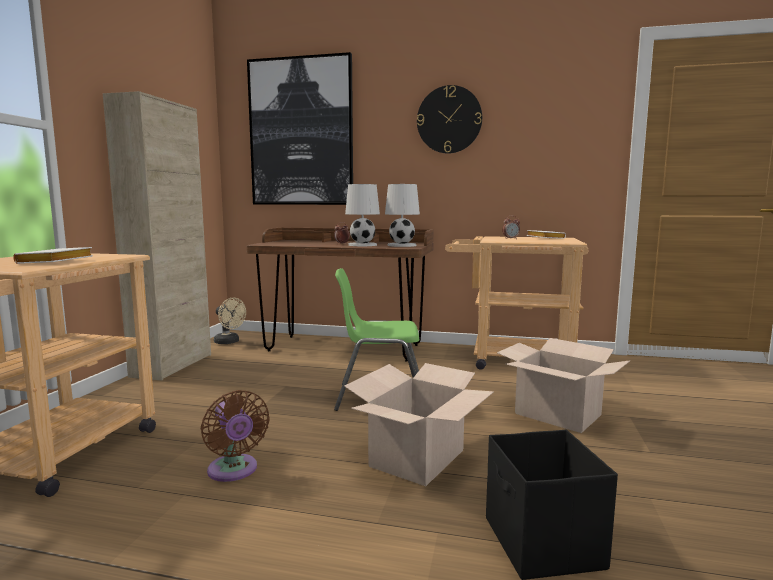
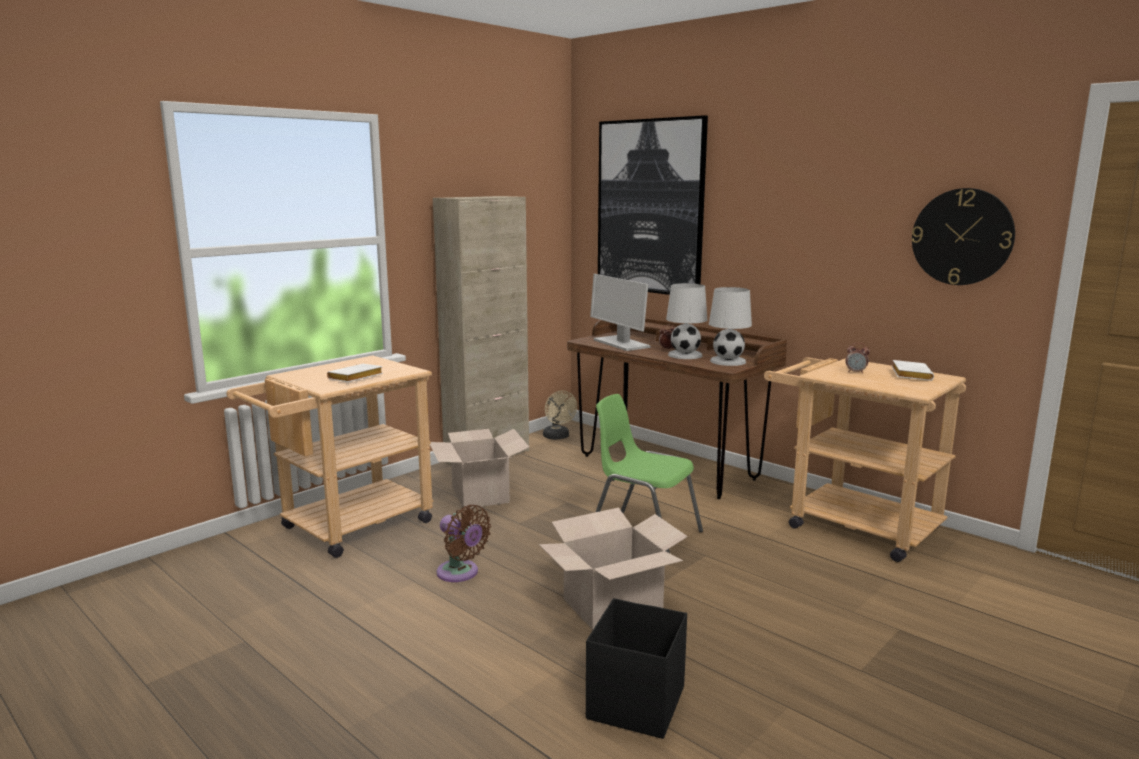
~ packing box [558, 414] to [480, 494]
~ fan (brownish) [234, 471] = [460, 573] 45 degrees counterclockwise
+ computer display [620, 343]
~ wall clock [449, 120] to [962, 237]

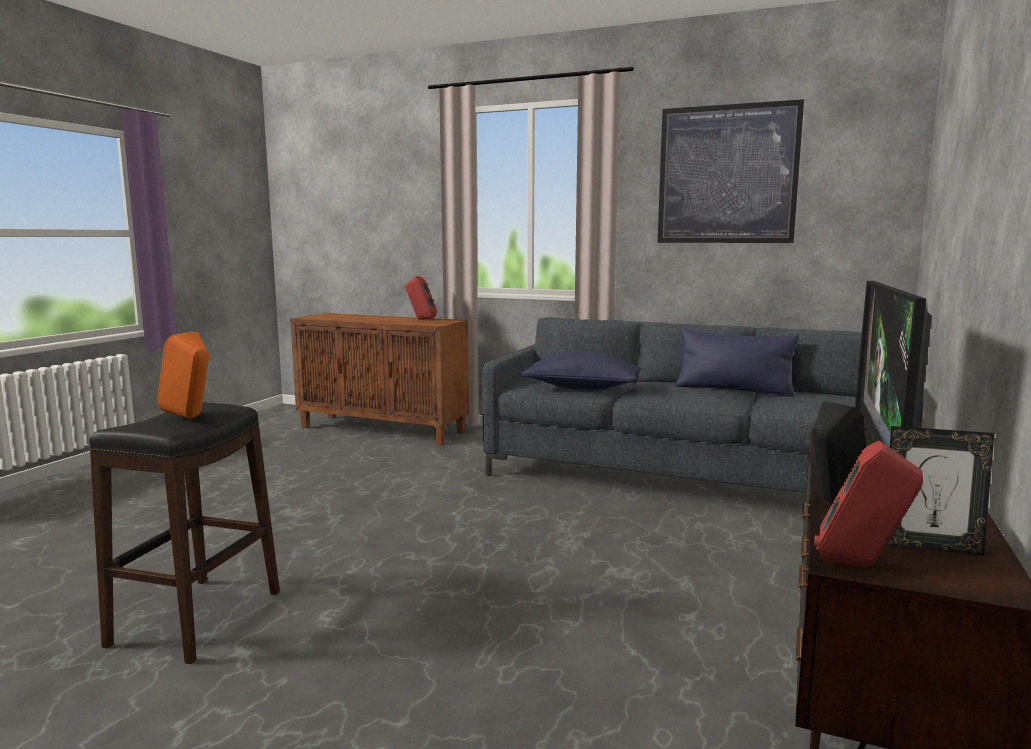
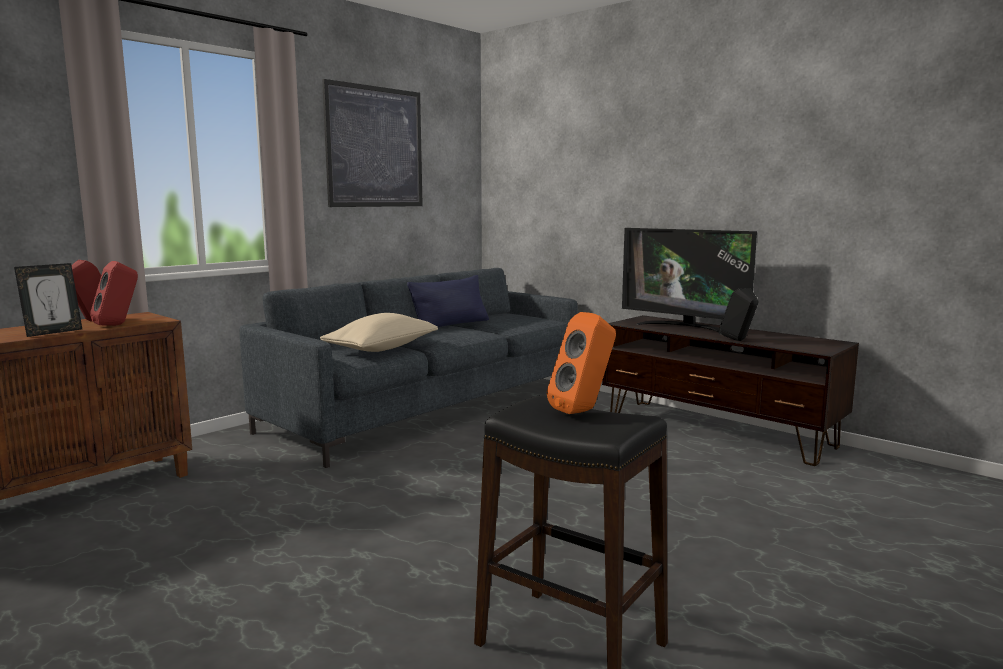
~ standing frame [930, 547] to [53, 332]
~ speaker (reddish) [861, 565] to [118, 325]
~ cushion (bluish) [582, 388] to cushion (beige) [381, 349]

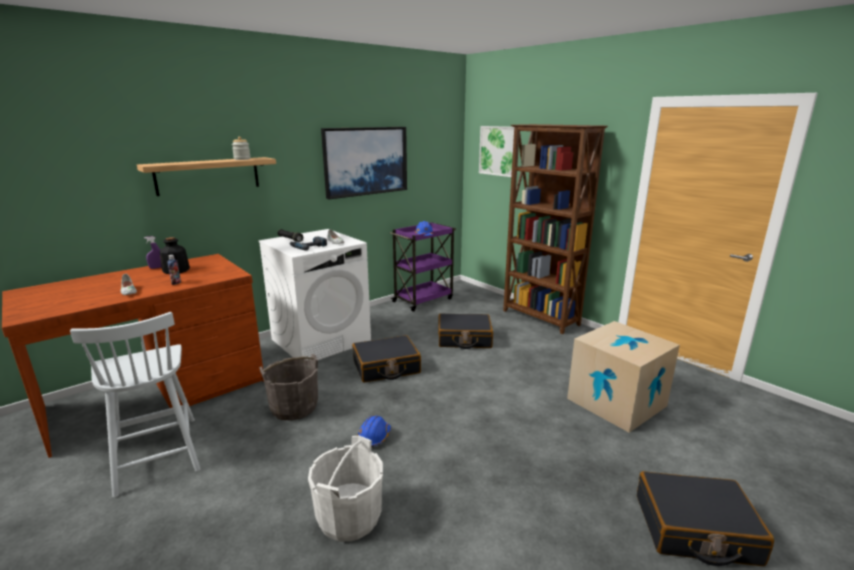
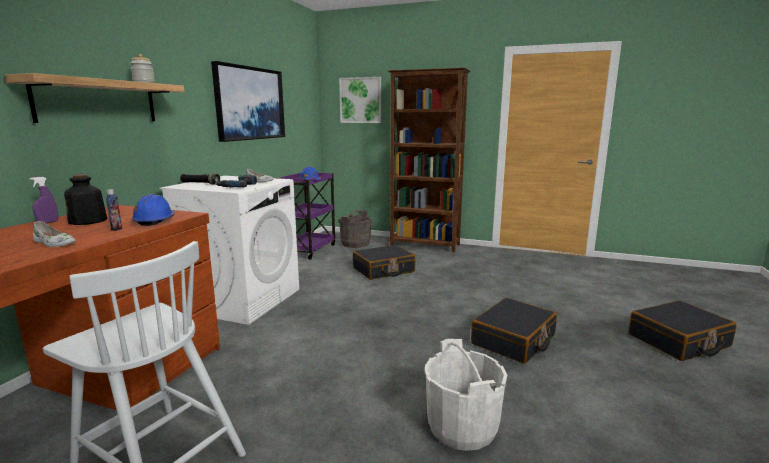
~ safety helmet (bluish) [374, 437] to [155, 221]
~ water bucket (greyish) [294, 407] to [355, 243]
~ travel case (black-coloured) [386, 367] to [514, 340]
- packing box [616, 402]

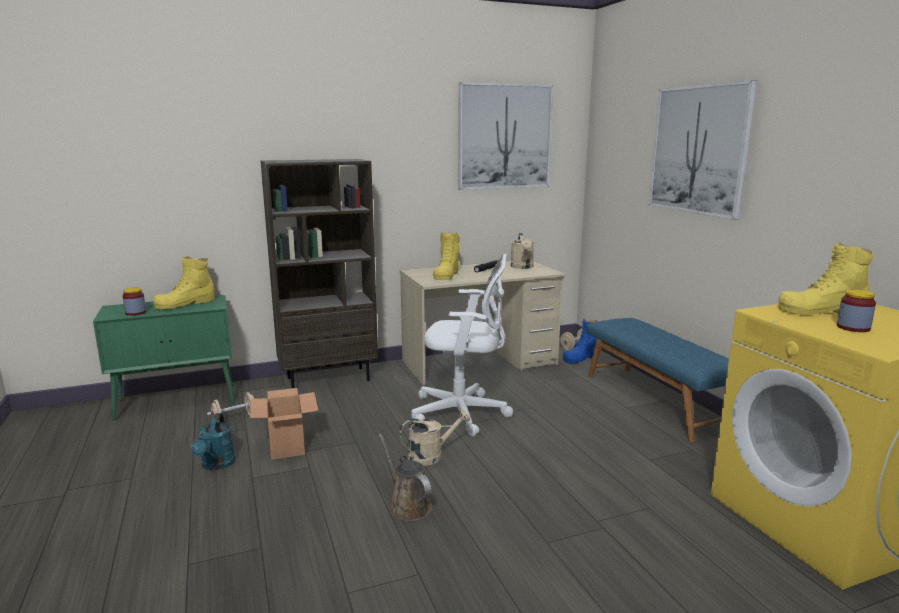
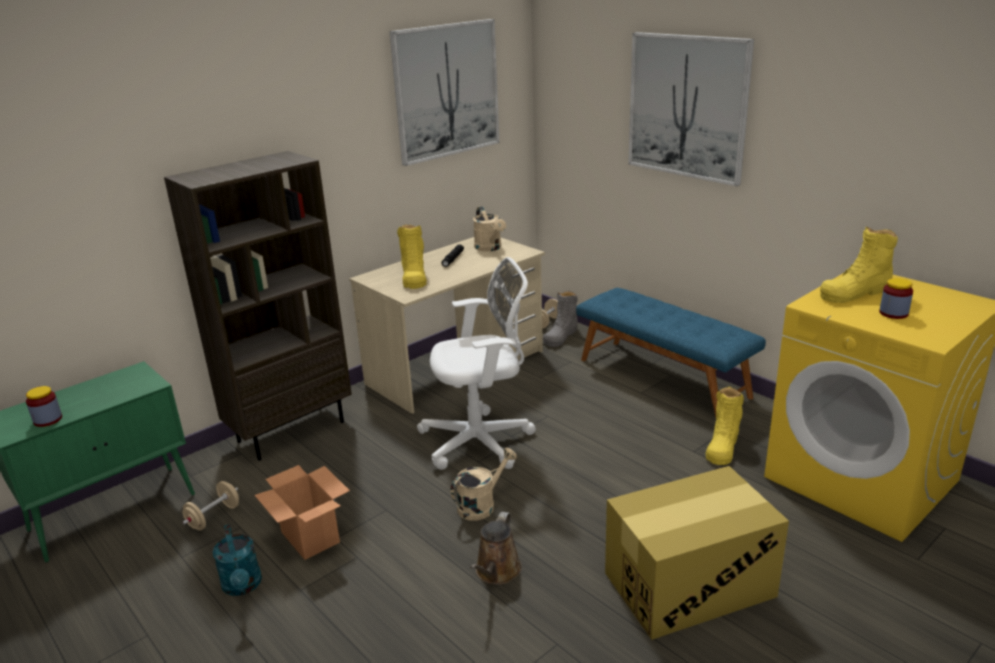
~ sprinkling can (brownish) [407, 505] = [496, 572] 105 degrees counterclockwise
~ tall boot (bluish) [581, 357] to tall boot (greyish) [561, 336]
+ packing box [689, 584]
~ tall boot (yellow-coloured) [185, 303] to [722, 446]

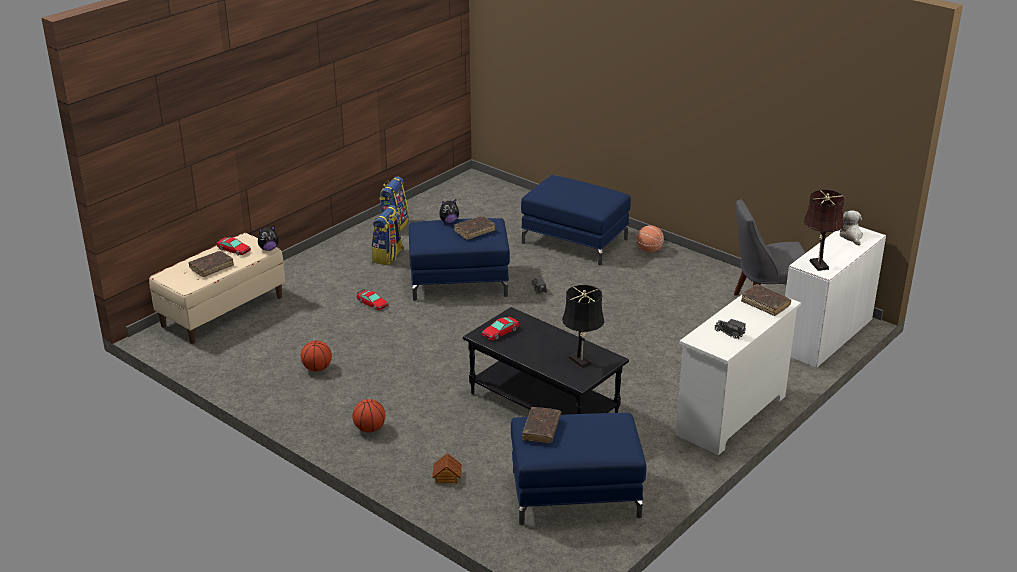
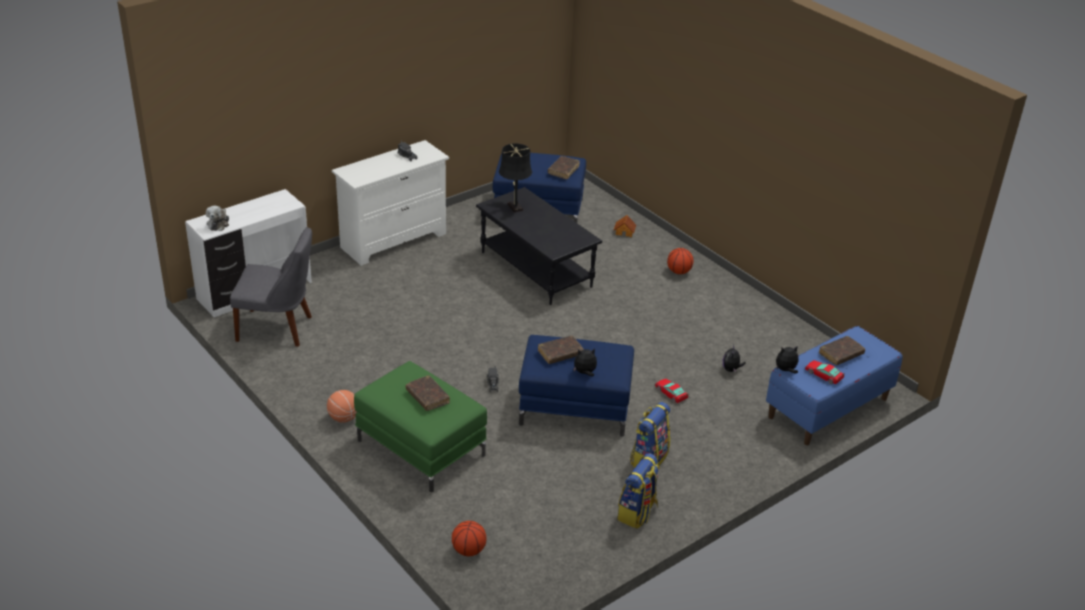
~ pouffe (bluish) [574, 241] to pouffe (greenish) [421, 447]
~ bound book (brownish) [765, 304] to [427, 397]
~ basketball ball [317, 368] to [468, 550]
+ plush toy [731, 369]
~ indoor bench (beige) [222, 311] to indoor bench (bluish) [828, 408]
- miniature car [500, 332]
- lamp for a table (brownish) [818, 264]

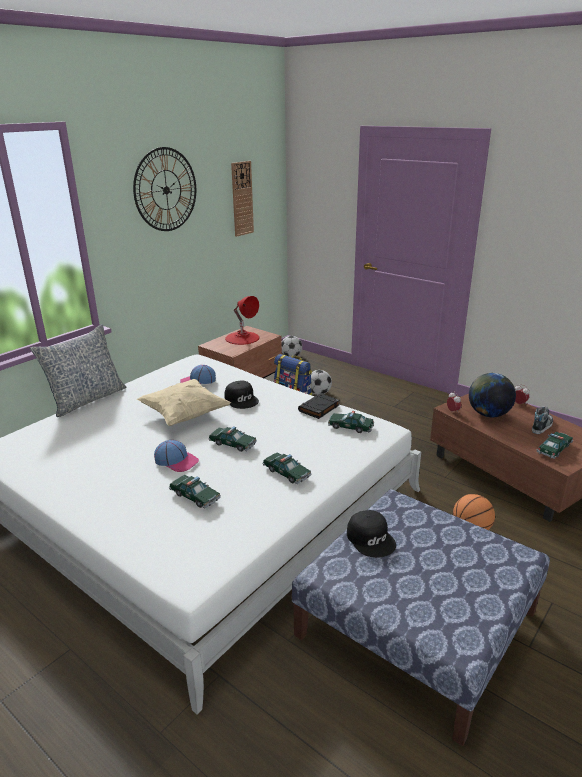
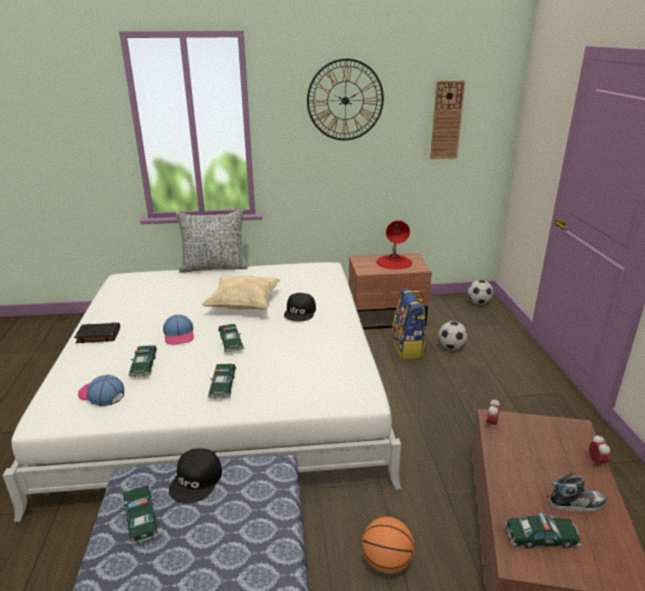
~ bound book (black-coloured) [319, 408] to [98, 335]
~ cap [198, 381] to [101, 394]
~ miniature car [350, 427] to [141, 519]
- globe [488, 414]

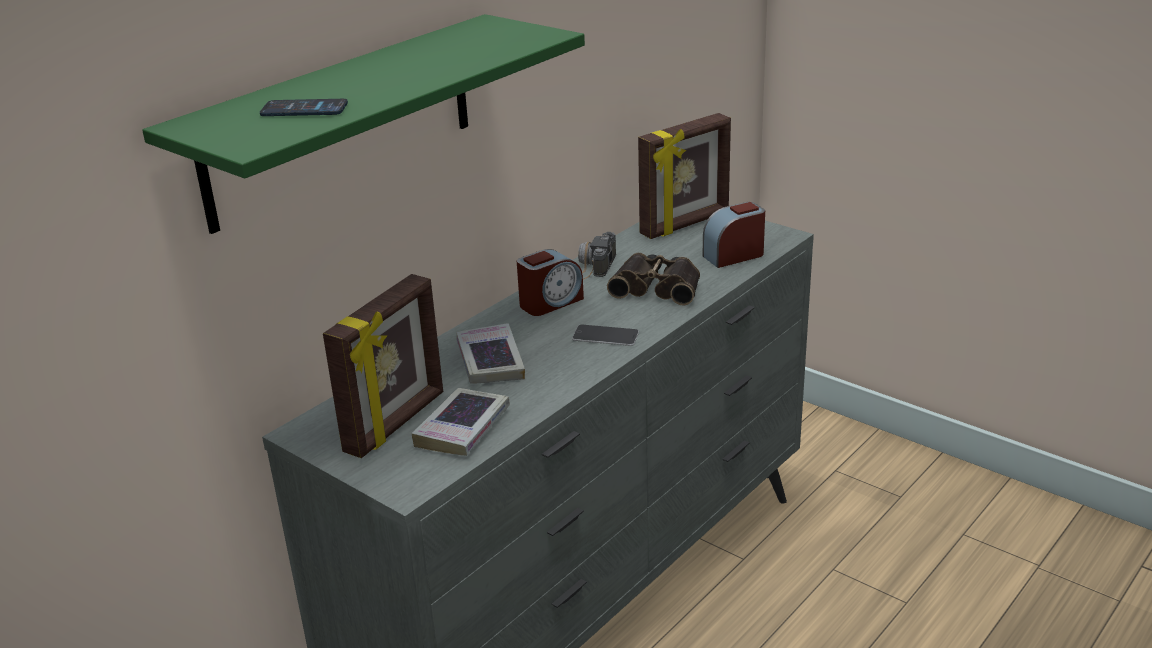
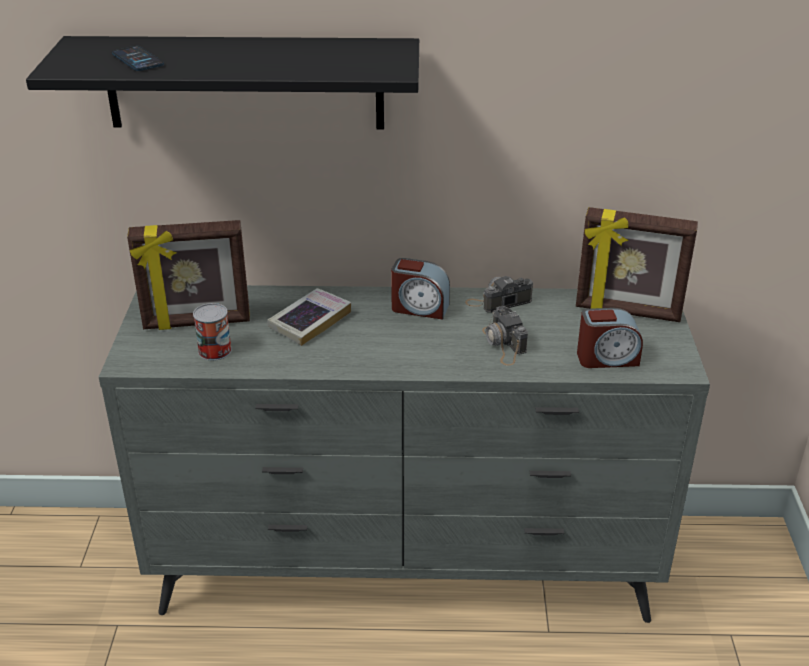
~ wall shelf (greenish) [341, 120] to wall shelf (black-coloured) [244, 83]
~ bound book [463, 428] to metal can [215, 350]
~ binoculars [657, 287] to photo camera [503, 344]
~ alarm clock [734, 255] = [607, 358] 150 degrees clockwise
- handset [605, 336]

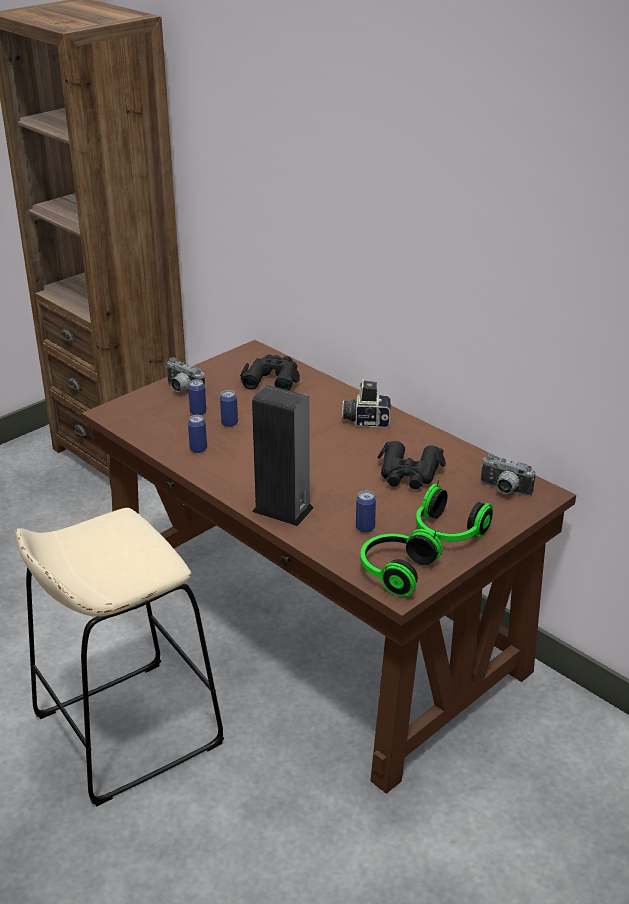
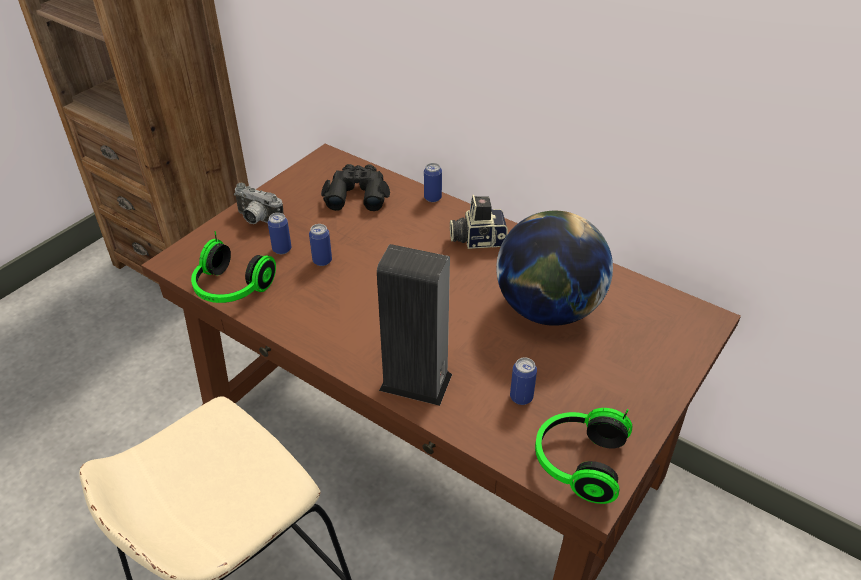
~ headset [448, 532] to [231, 289]
~ metal can [198, 449] to [432, 198]
~ binoculars (black-coloured) [409, 474] to globe [547, 309]
- photo camera [504, 490]

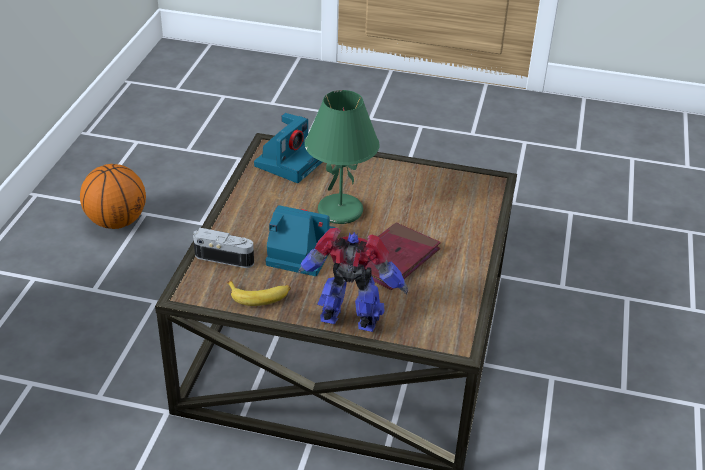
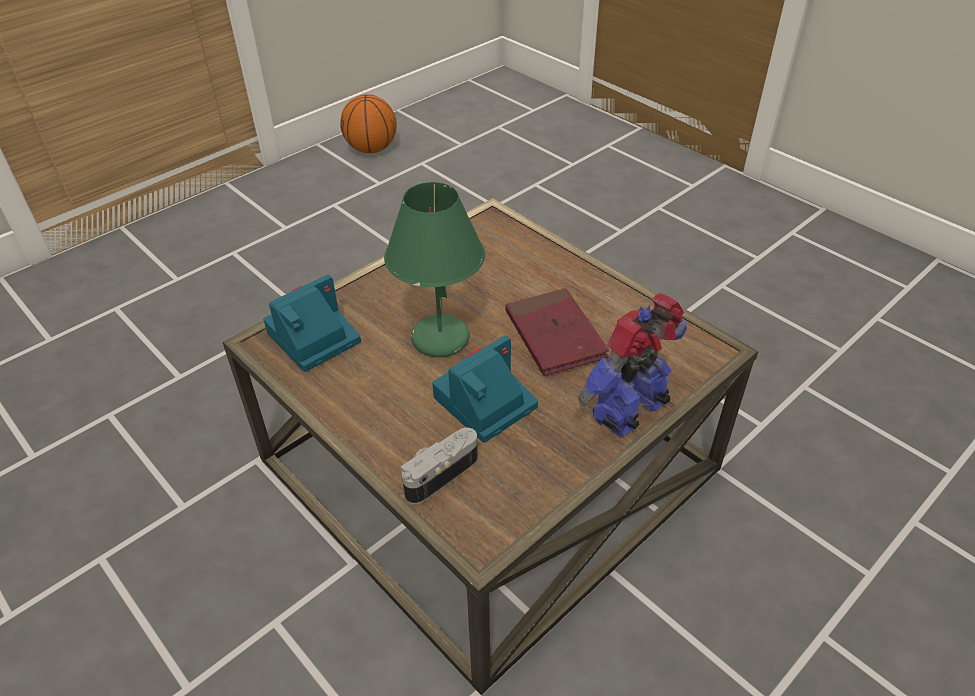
~ photo camera [289, 162] = [312, 339] 105 degrees counterclockwise
~ basketball ball [117, 221] to [371, 149]
- whole banana [260, 295]

